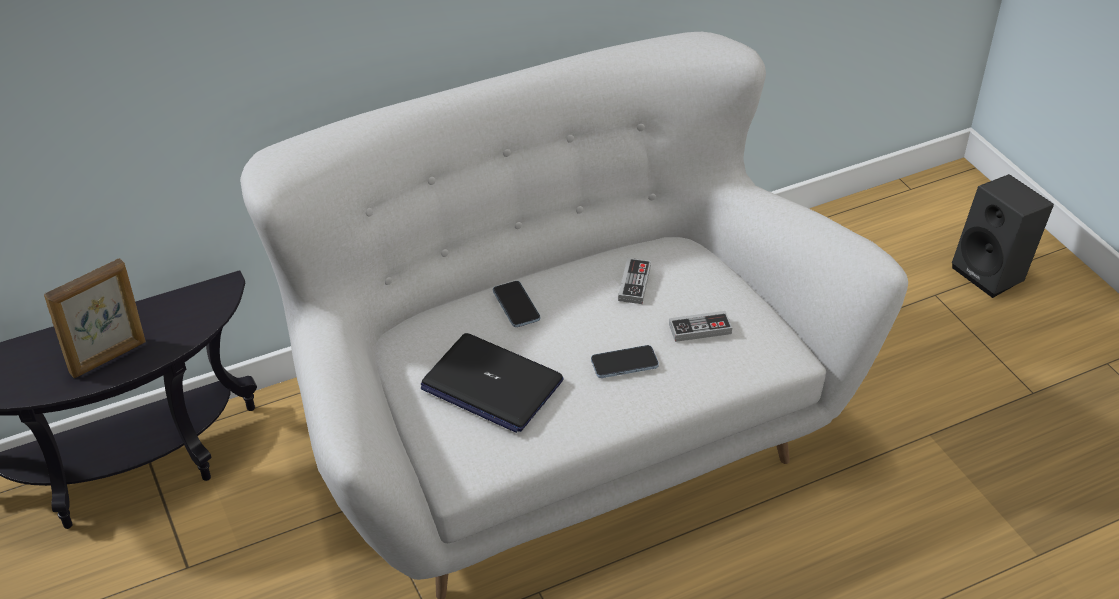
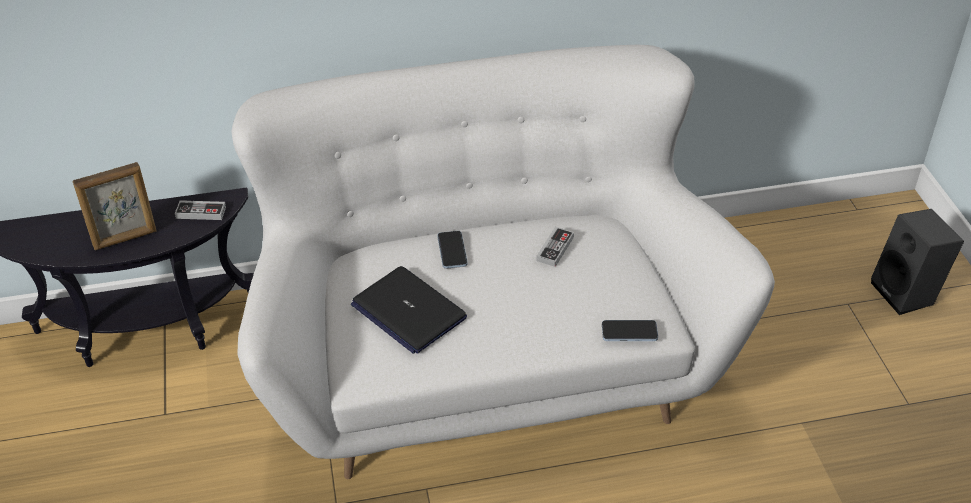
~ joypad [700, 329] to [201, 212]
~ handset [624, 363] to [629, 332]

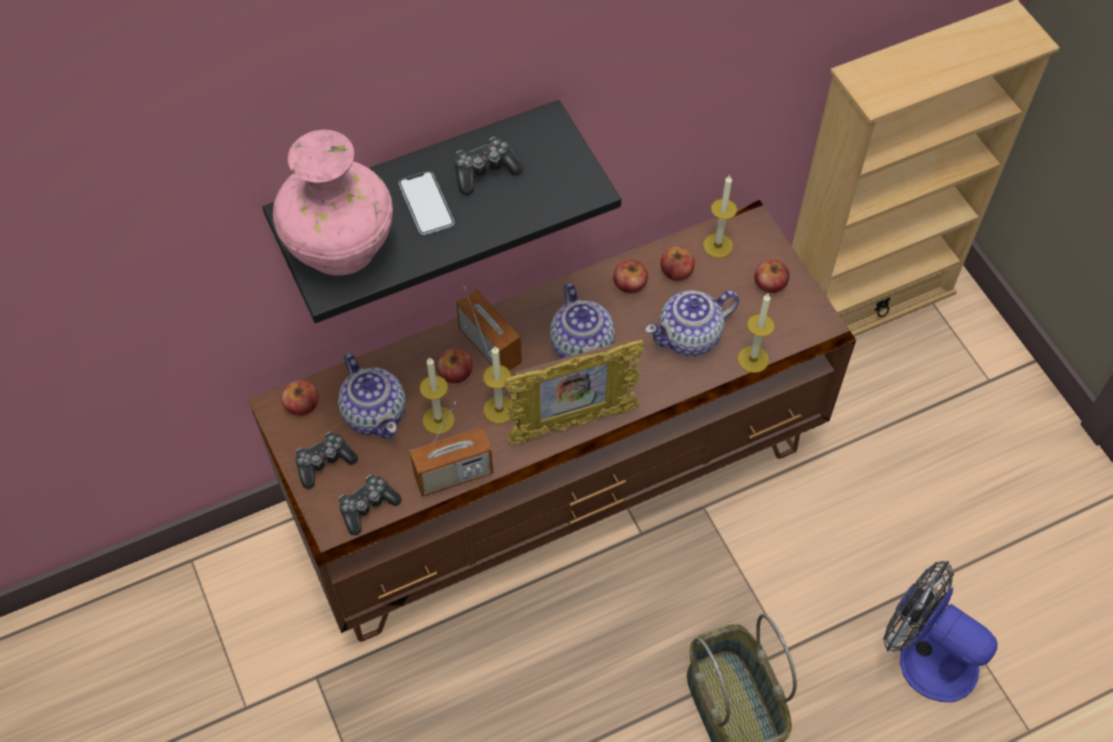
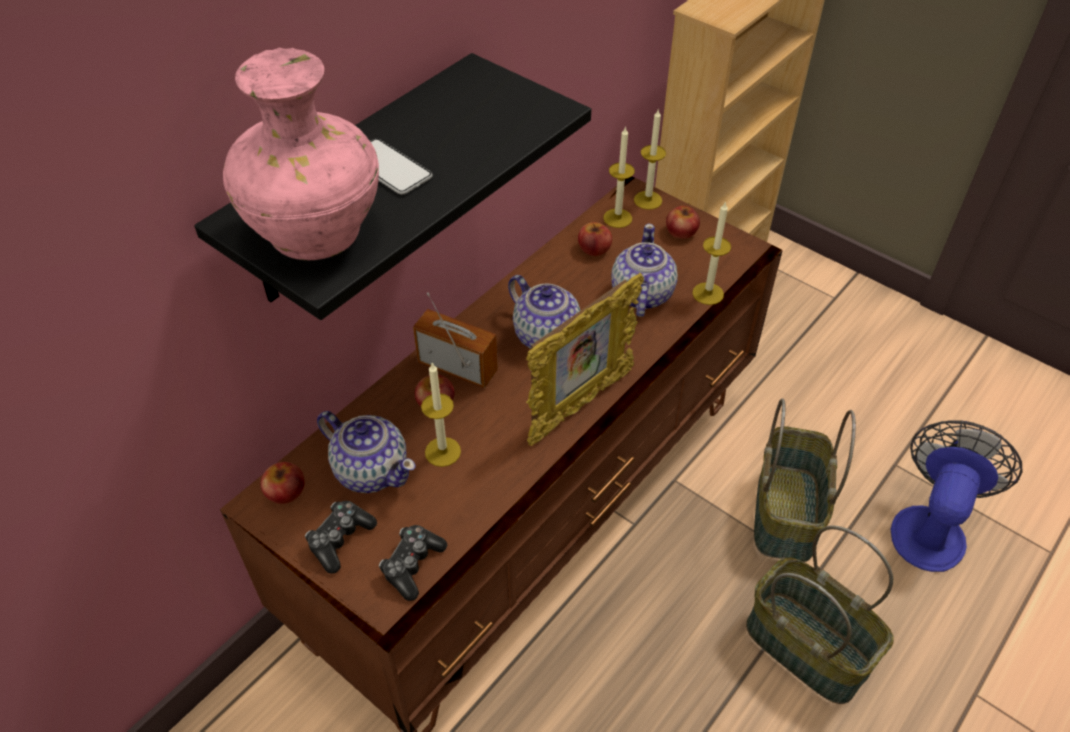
~ pot for tea [690, 336] = [641, 294] 150 degrees clockwise
~ candle [499, 409] to [648, 200]
+ storage basket [787, 514]
~ fan [925, 655] = [931, 527] 105 degrees clockwise
- radio [453, 474]
- joypad [485, 171]
- apple [630, 283]

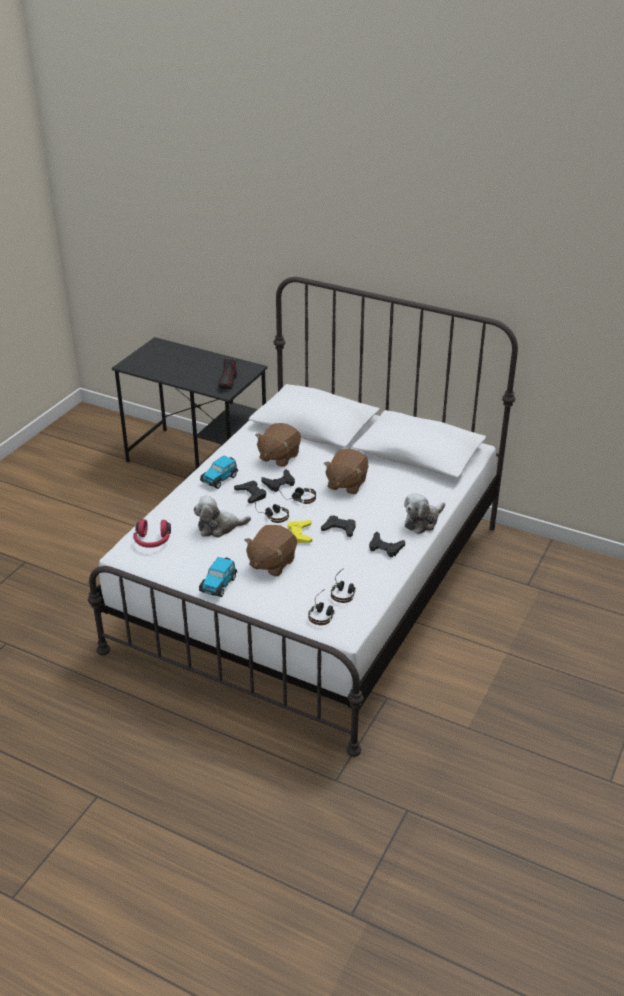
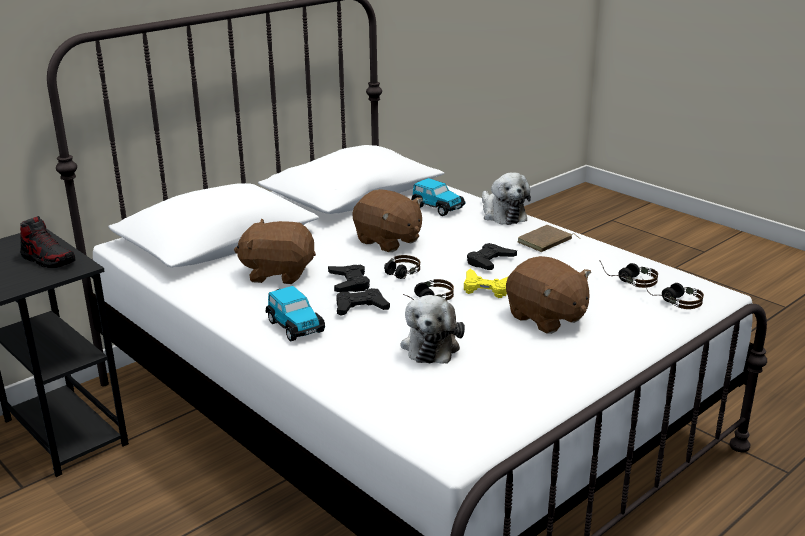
~ plush toy (brownish) [278, 457] = [278, 273] 135 degrees clockwise
~ miniature car [218, 584] to [437, 207]
~ joypad (black-coloured) [385, 547] to bound book (brownish) [545, 242]
- headset (reddish) [152, 541]

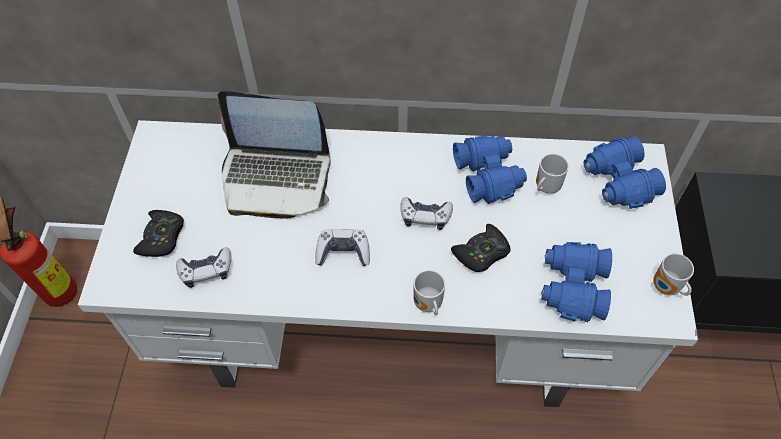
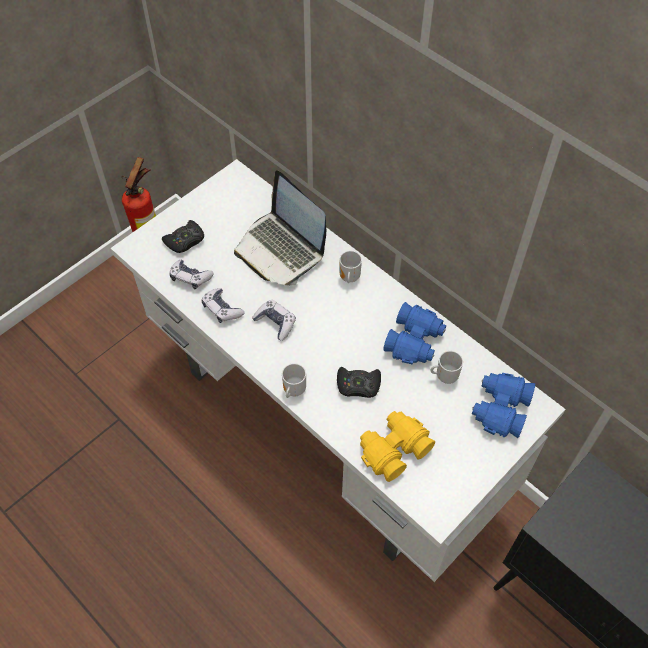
~ joypad [425, 217] to [222, 309]
~ tea mug [666, 288] to [348, 278]
~ binoculars (bluish) [572, 287] to binoculars (yellow-coloured) [393, 449]

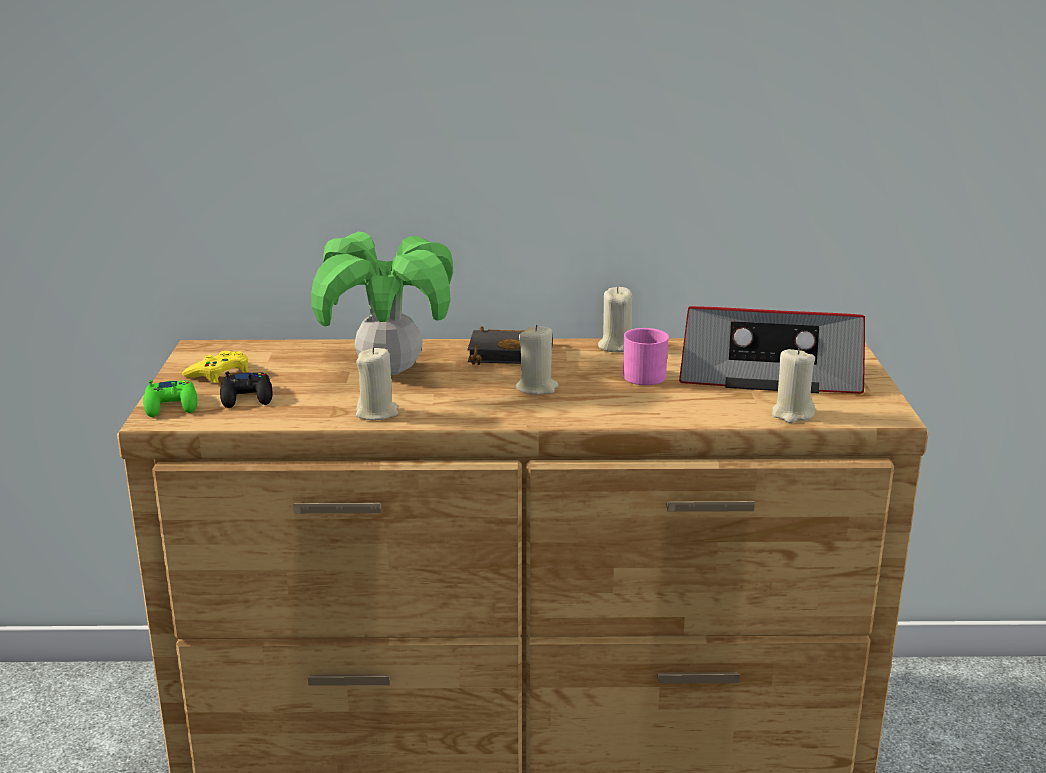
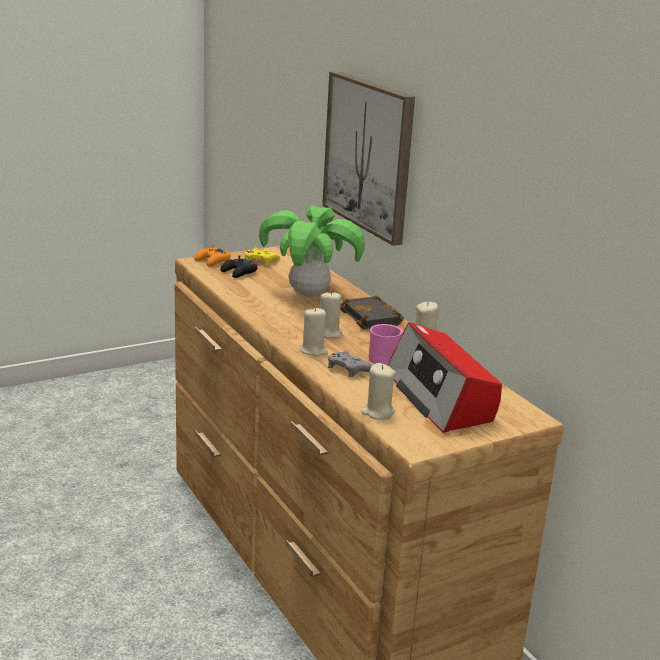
~ joypad (greenish) [171, 405] to joypad (orange-coloured) [212, 261]
~ candle (beige) [377, 413] to [313, 350]
+ wall art [369, 155]
+ joypad (greyish) [349, 368]

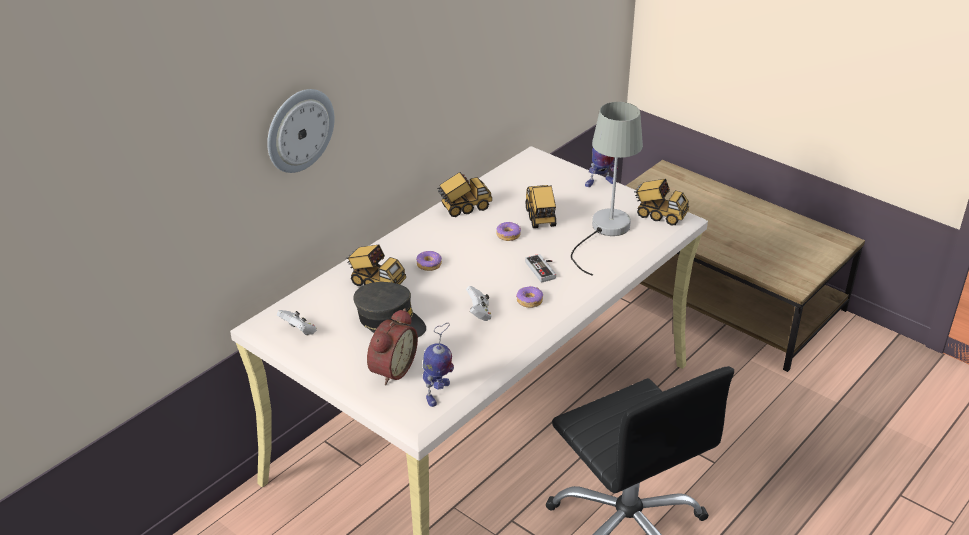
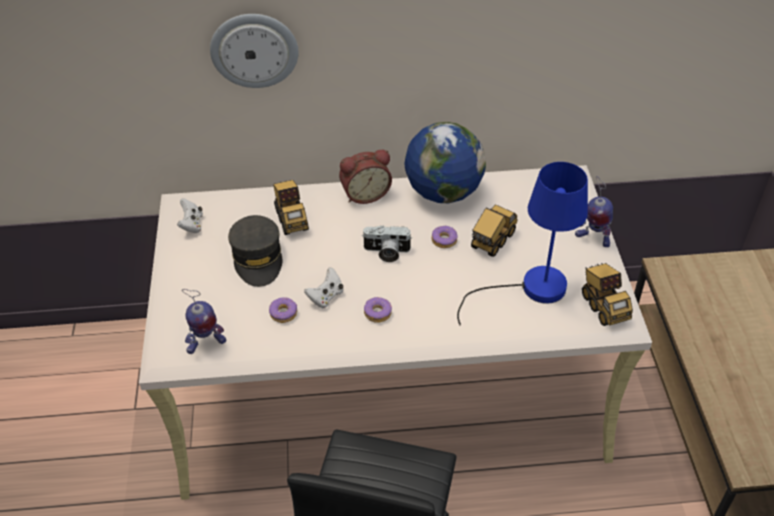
~ donut [429, 264] to [284, 313]
~ alarm clock [390, 369] to [365, 194]
+ photo camera [386, 252]
~ model truck [464, 208] to globe [443, 193]
~ lamp for a table (greyish) [605, 231] to lamp for a table (bluish) [530, 290]
- joypad [544, 269]

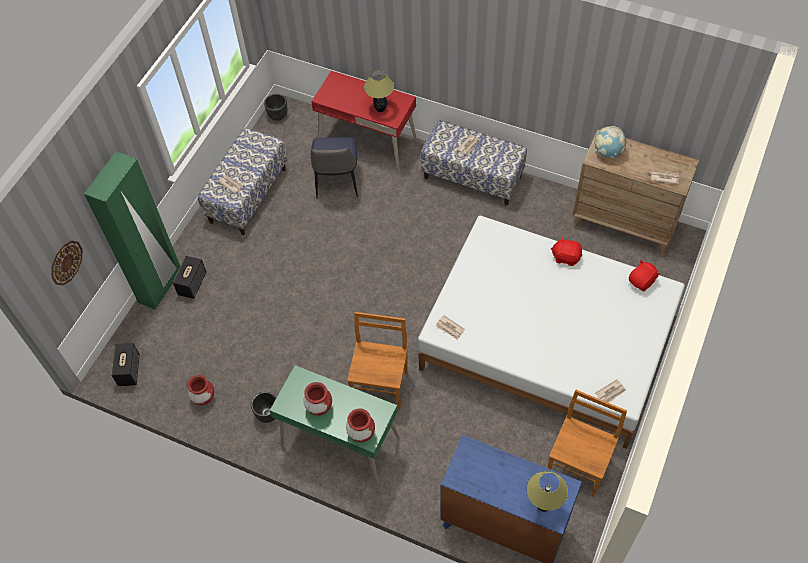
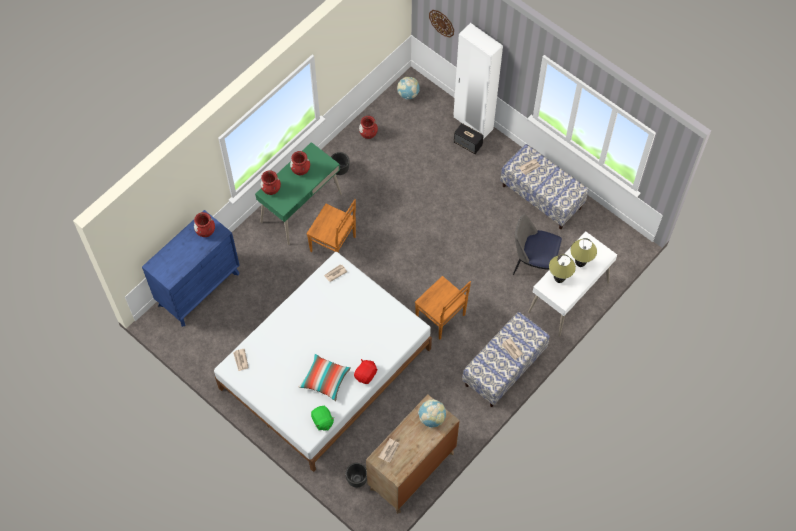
+ decorative vase (reddish) [206, 231]
+ cushion [325, 380]
~ plush toy (reddish) [642, 281] to plush toy (greenish) [322, 421]
~ planter (black-coloured) [278, 115] to [357, 479]
~ speaker [129, 370] to globe [408, 94]
~ chair (brownish) [578, 465] to [441, 318]
~ armoire (greenish) [160, 286] to armoire (whitish) [473, 123]
~ desk table (reddish) [368, 144] to desk table (whitish) [568, 297]
~ lamp for a table [543, 506] to [580, 264]

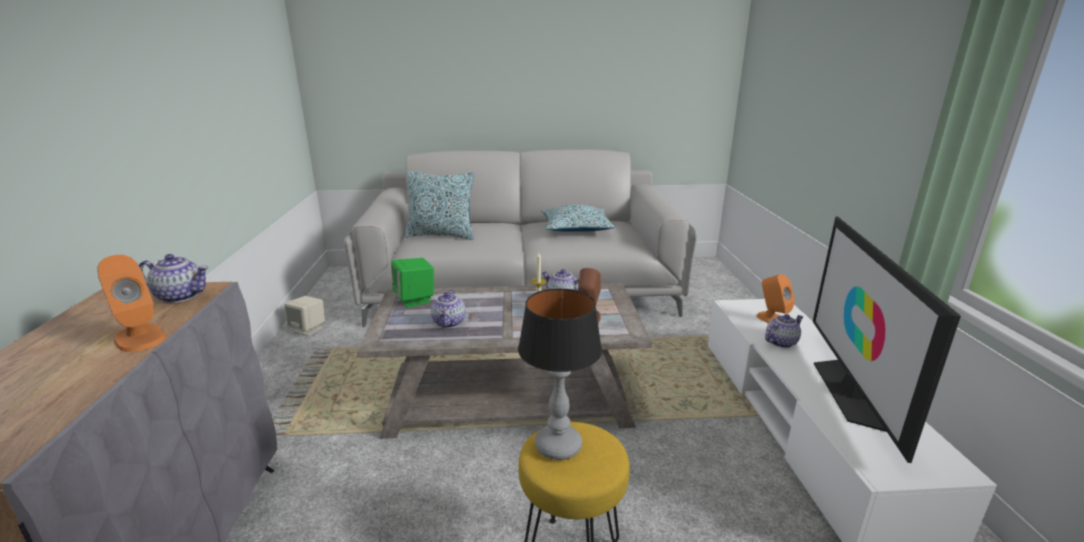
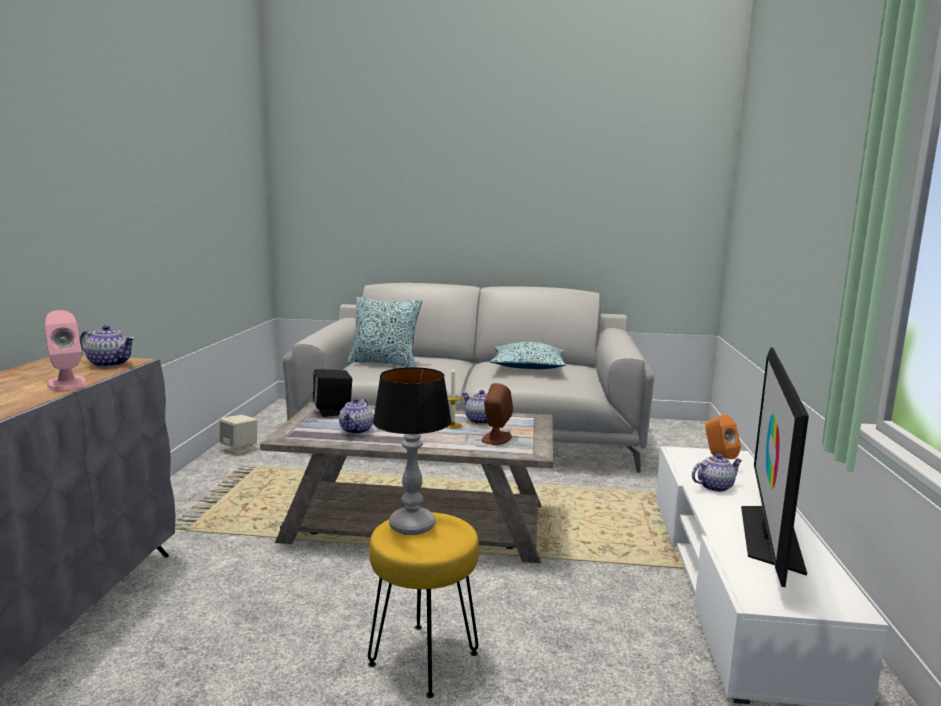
~ speaker (orange-coloured) [139, 337] to speaker (pink) [67, 383]
~ speaker (greenish) [415, 300] to speaker (black-coloured) [333, 411]

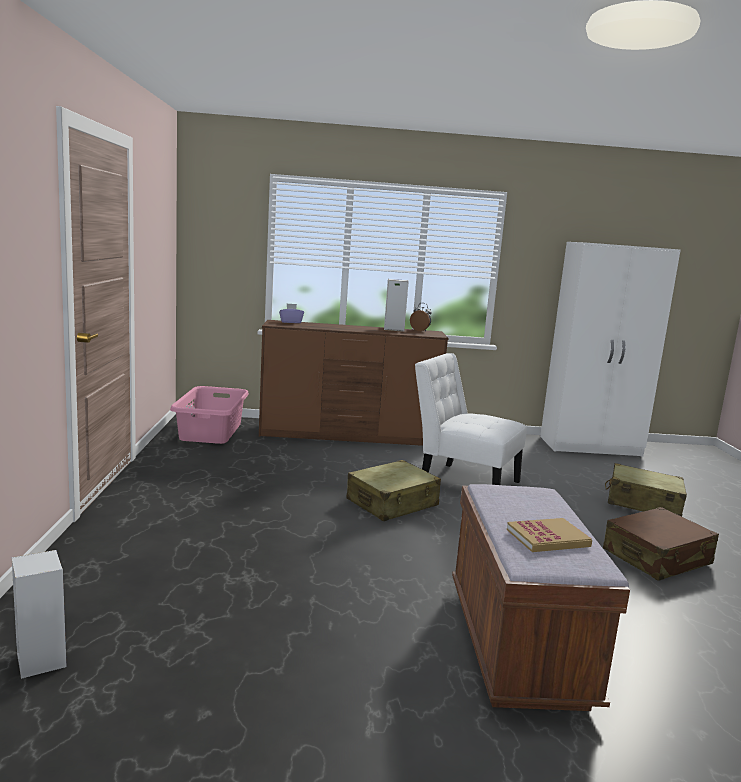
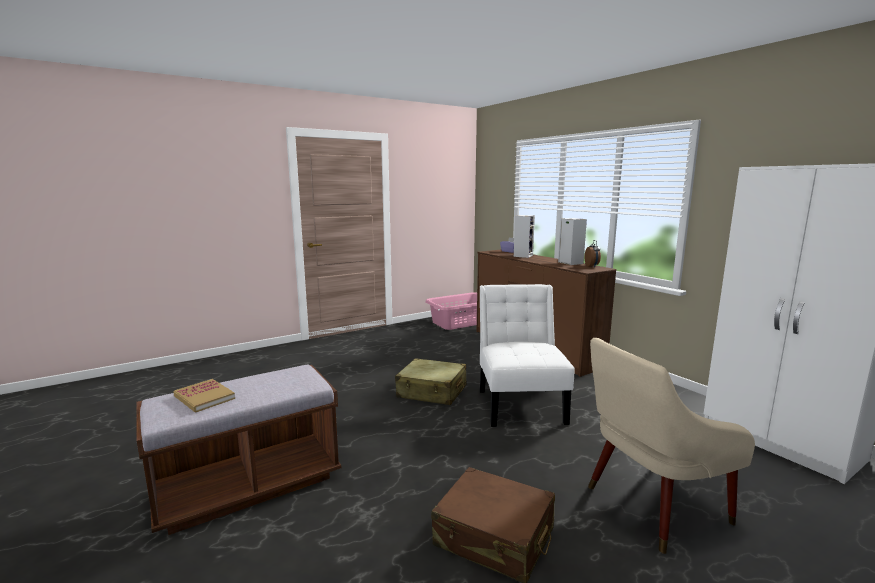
~ speaker [39, 659] to [523, 255]
~ travel case (beige) [643, 503] to armchair (beige) [649, 507]

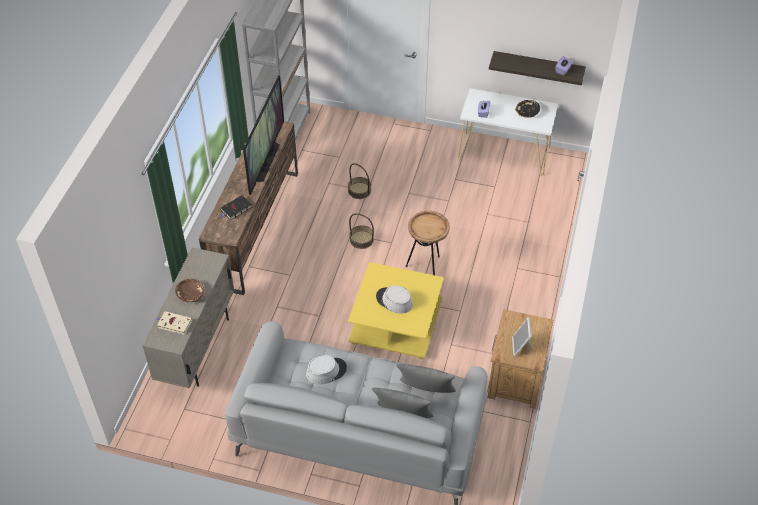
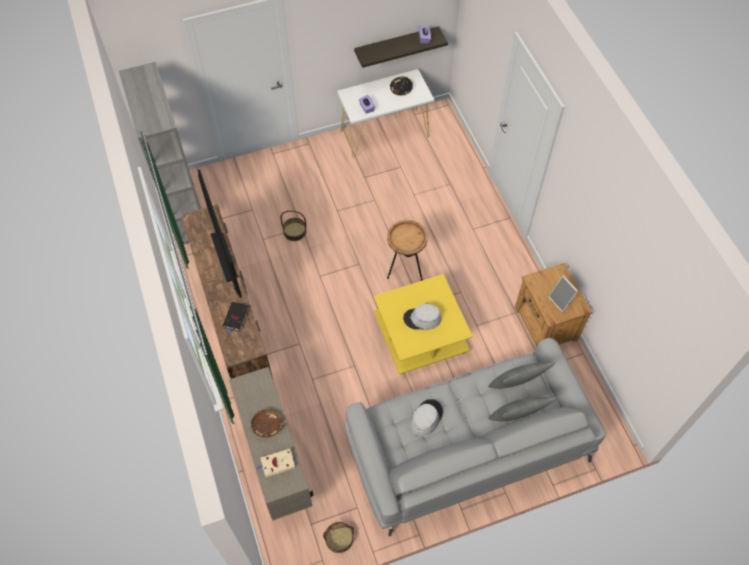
~ storage basket [361, 239] to [339, 538]

